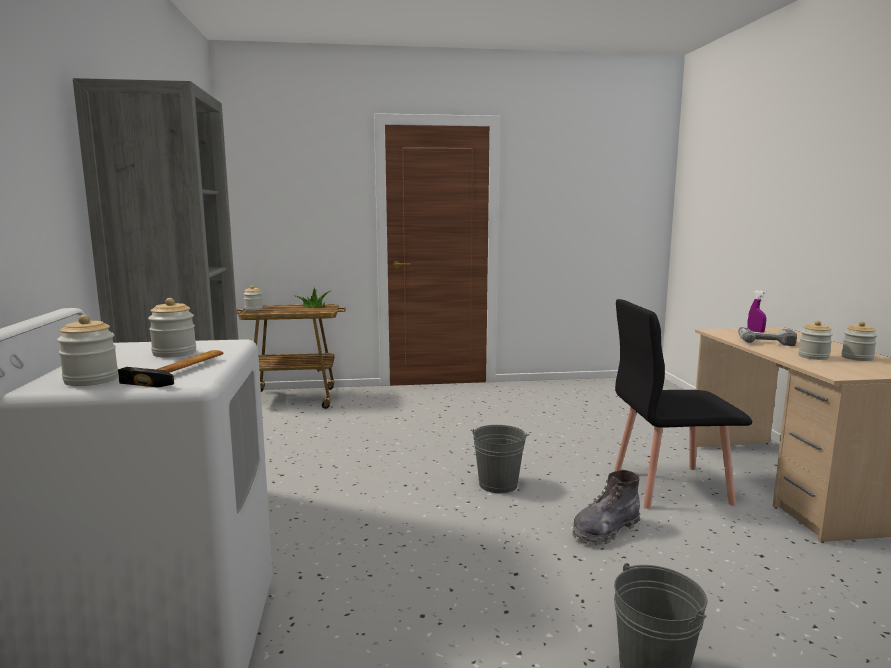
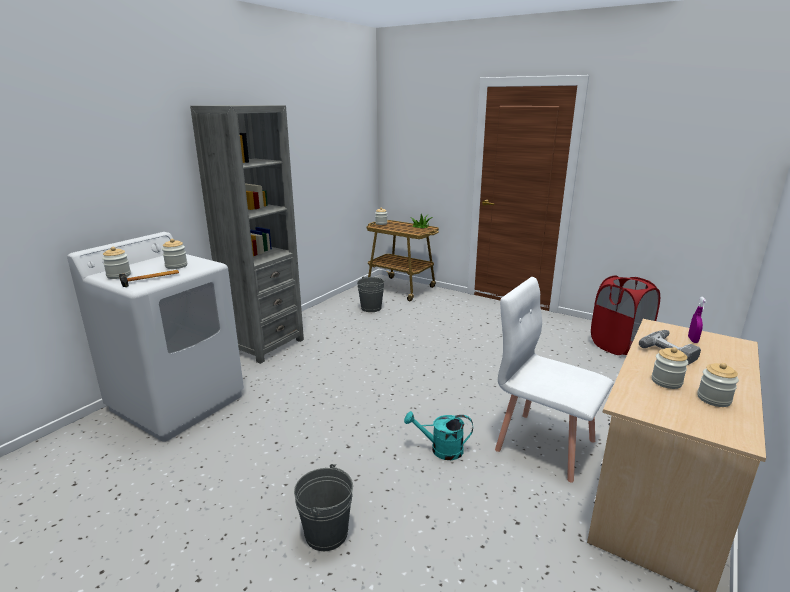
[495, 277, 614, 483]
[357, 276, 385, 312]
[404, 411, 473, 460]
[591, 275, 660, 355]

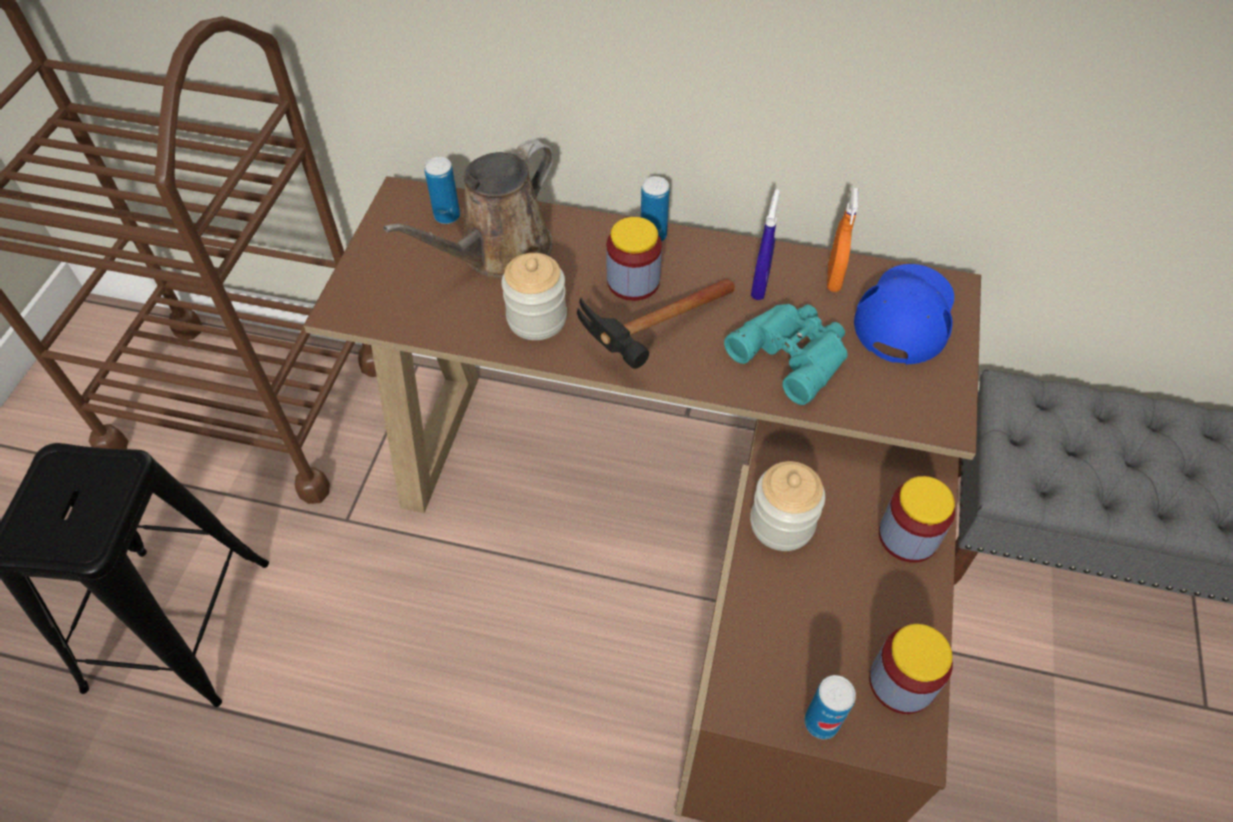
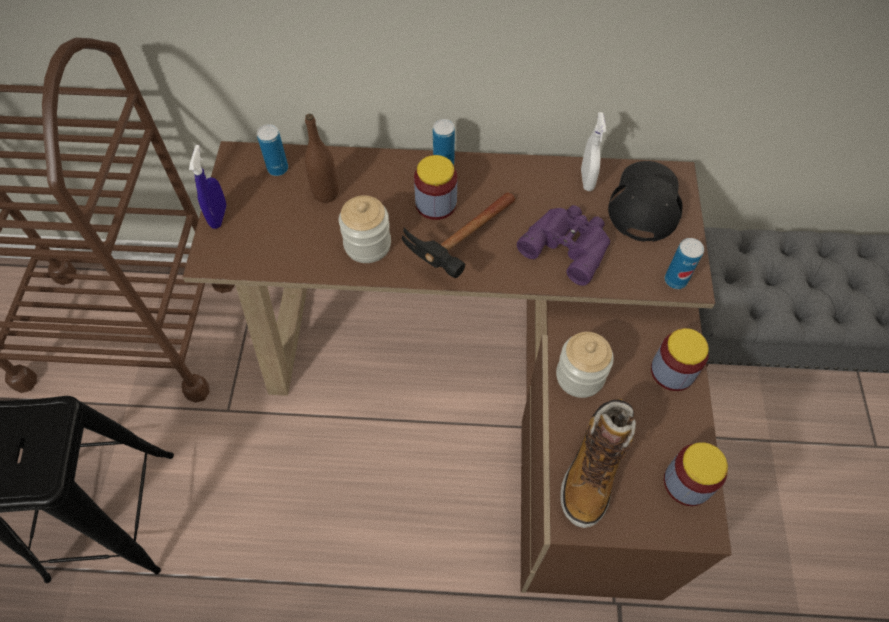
[304, 114, 338, 203]
[581, 112, 606, 191]
[189, 145, 226, 229]
[608, 161, 683, 242]
[517, 205, 610, 286]
[665, 238, 704, 289]
[560, 399, 636, 528]

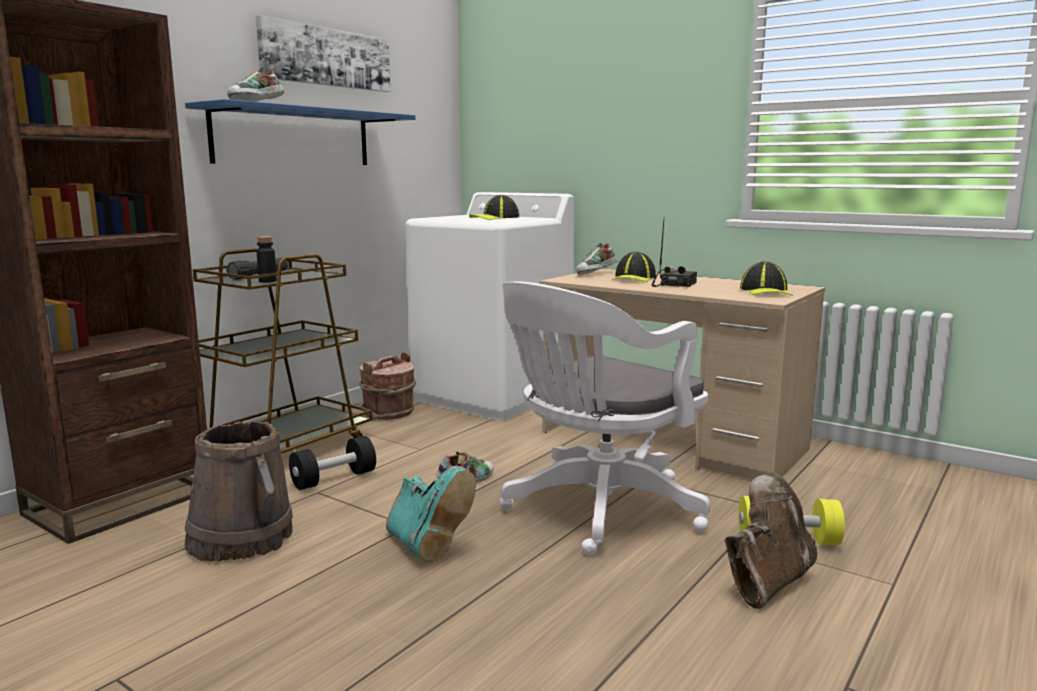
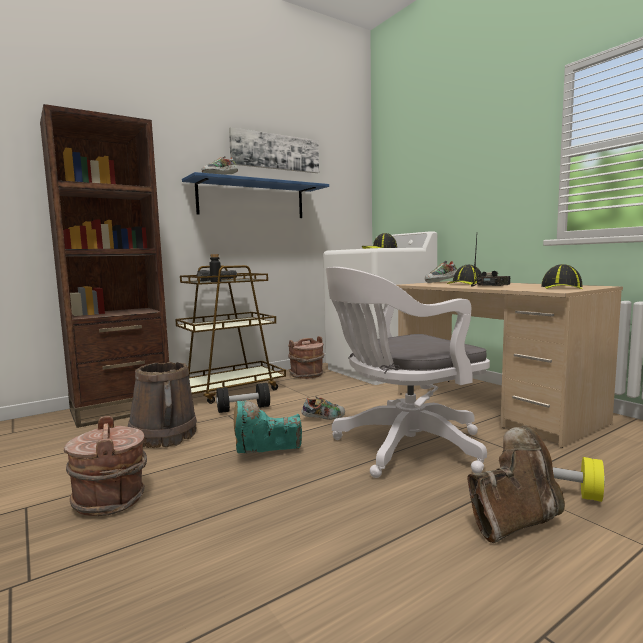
[234, 401, 302, 453]
[64, 416, 147, 516]

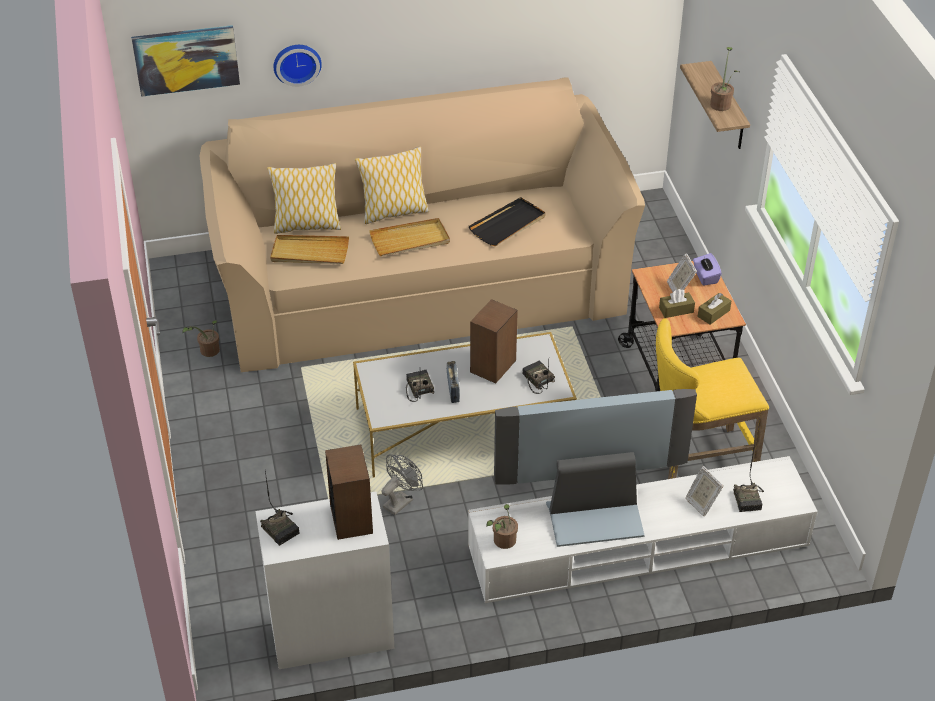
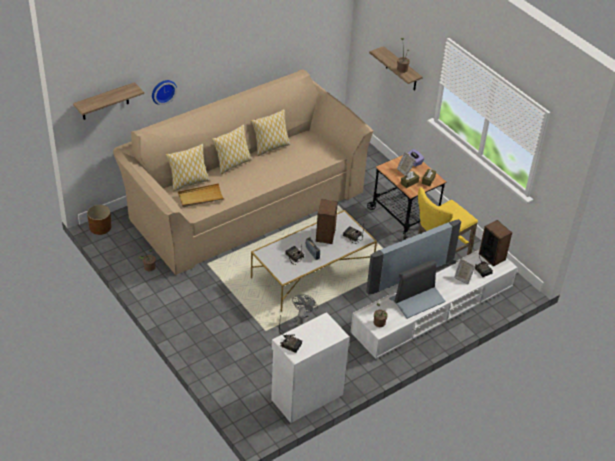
[73, 82, 144, 120]
[469, 197, 546, 246] (first image)
[369, 218, 450, 256] (first image)
[479, 220, 512, 267]
[251, 109, 290, 156]
[87, 205, 111, 235]

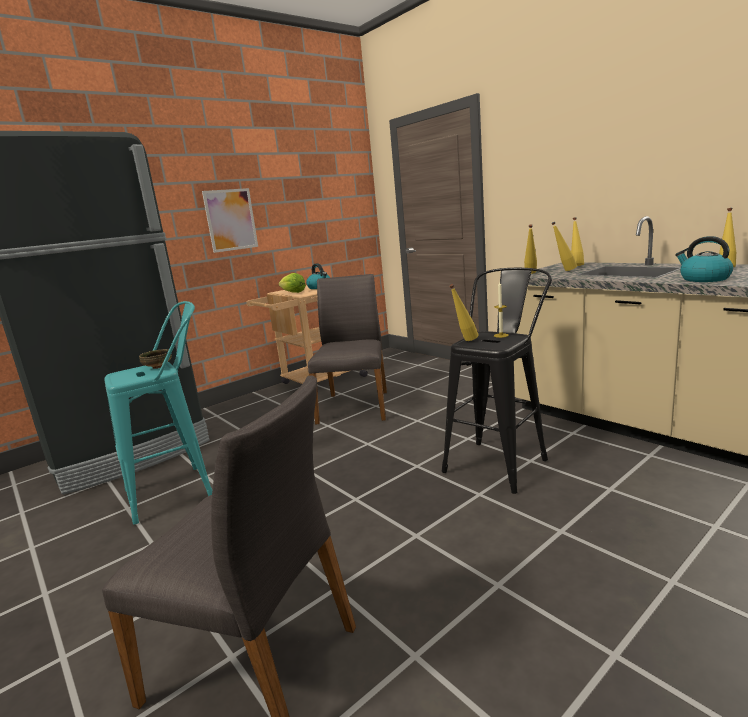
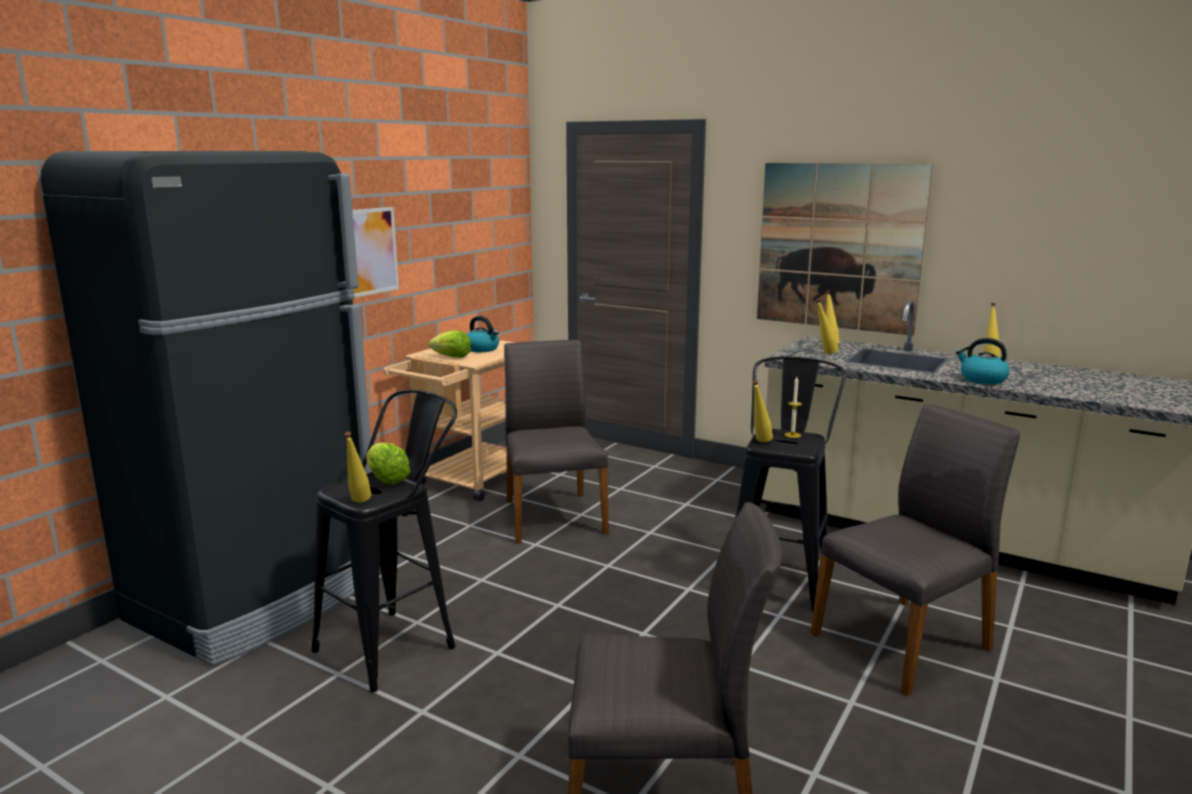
[345, 432, 371, 503]
[312, 390, 457, 692]
[366, 442, 410, 484]
[757, 163, 933, 336]
[810, 404, 1020, 696]

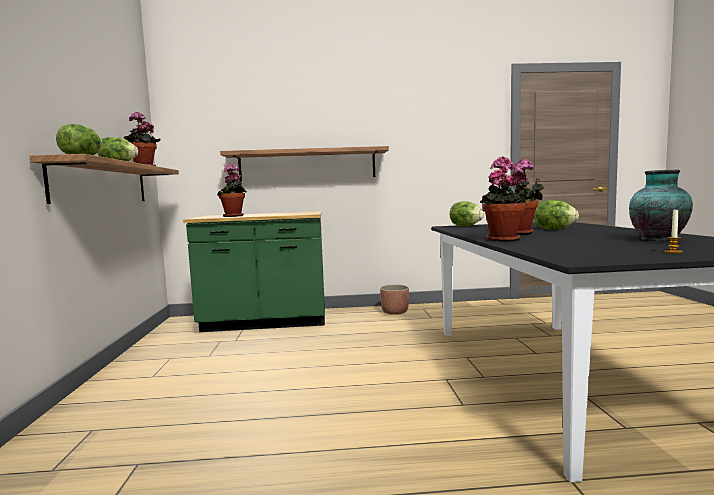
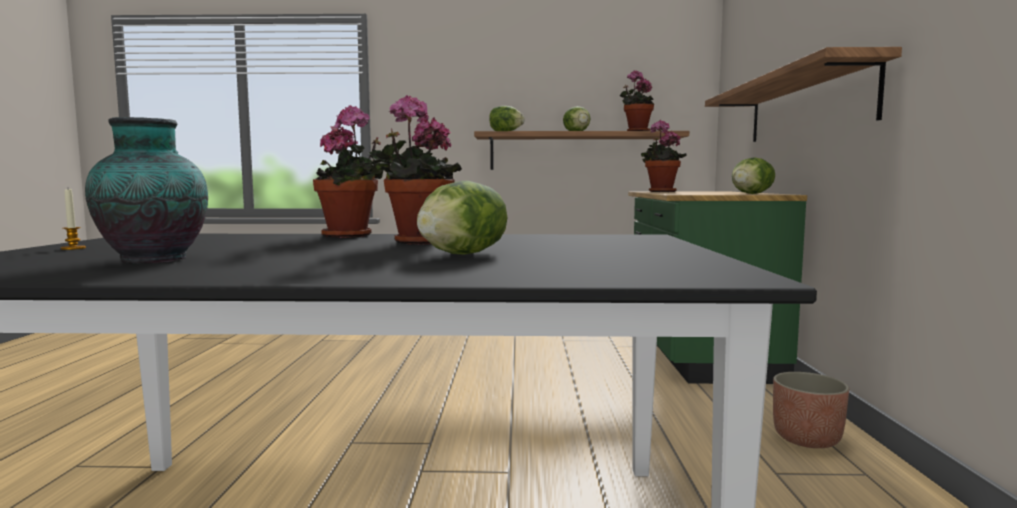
[732, 157, 775, 194]

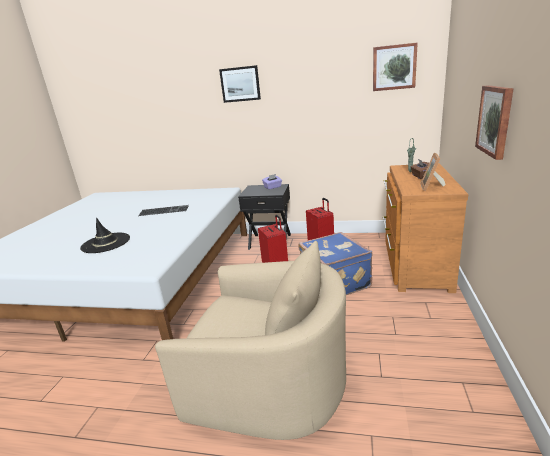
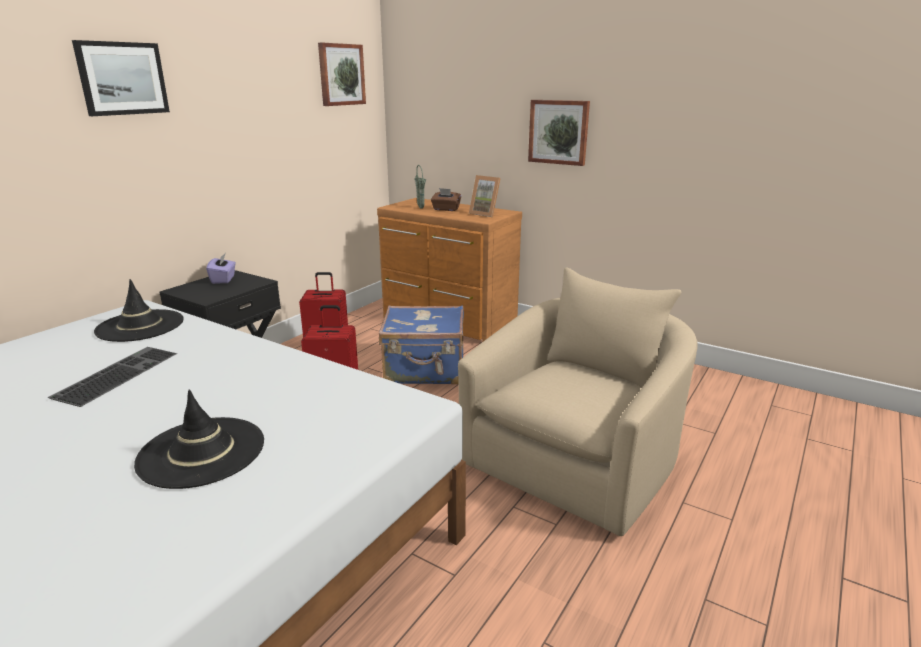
[94, 279, 184, 342]

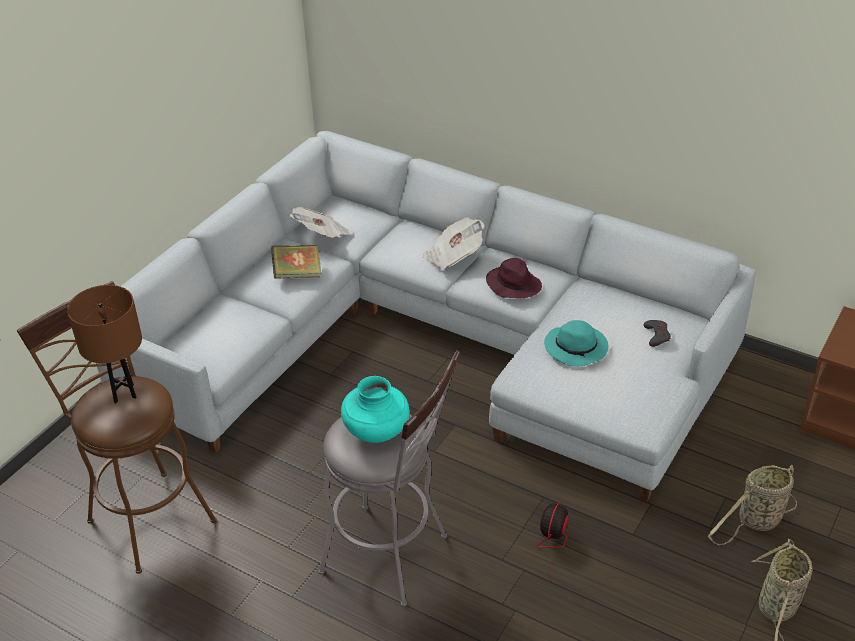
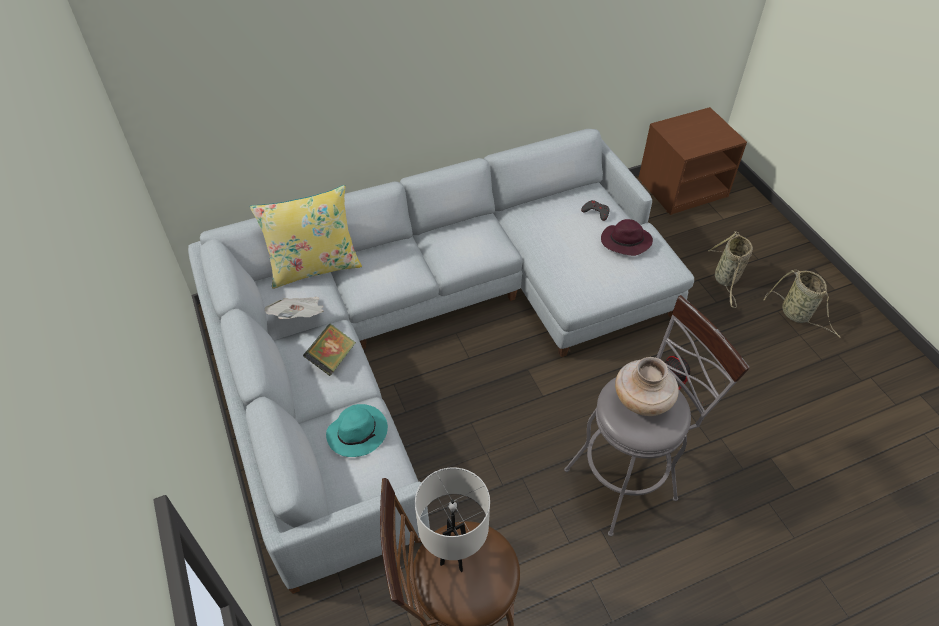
[423, 217, 485, 270] (first image)
[601, 219, 653, 256]
[415, 467, 490, 572]
[326, 404, 388, 457]
[615, 357, 679, 416]
[250, 185, 362, 289]

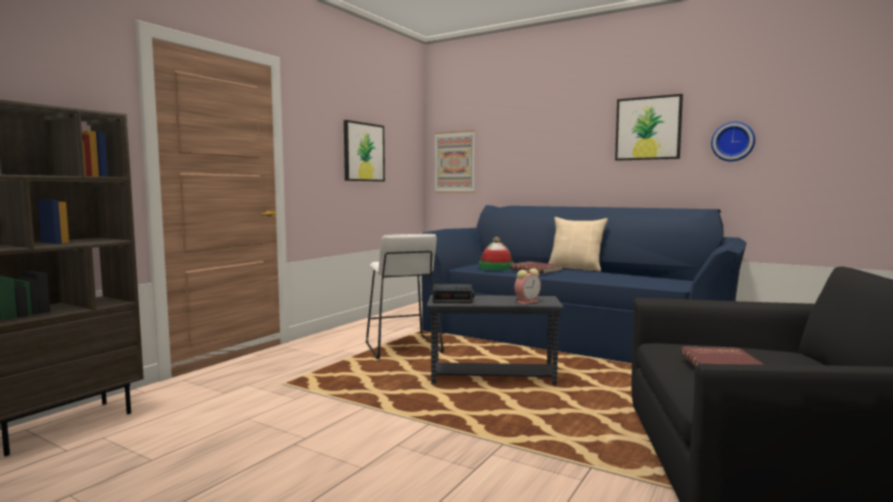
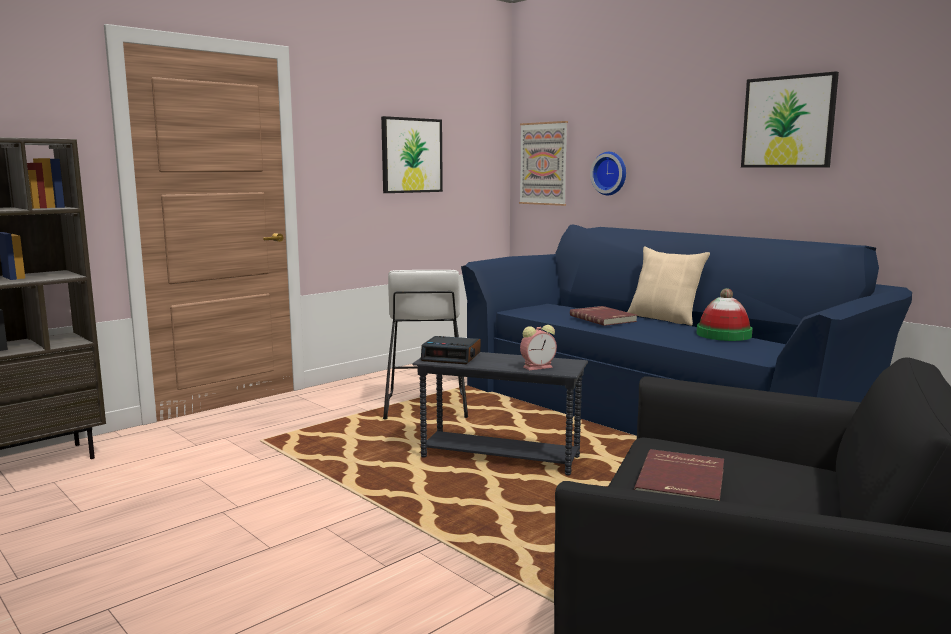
[590, 152, 626, 195]
[697, 288, 753, 341]

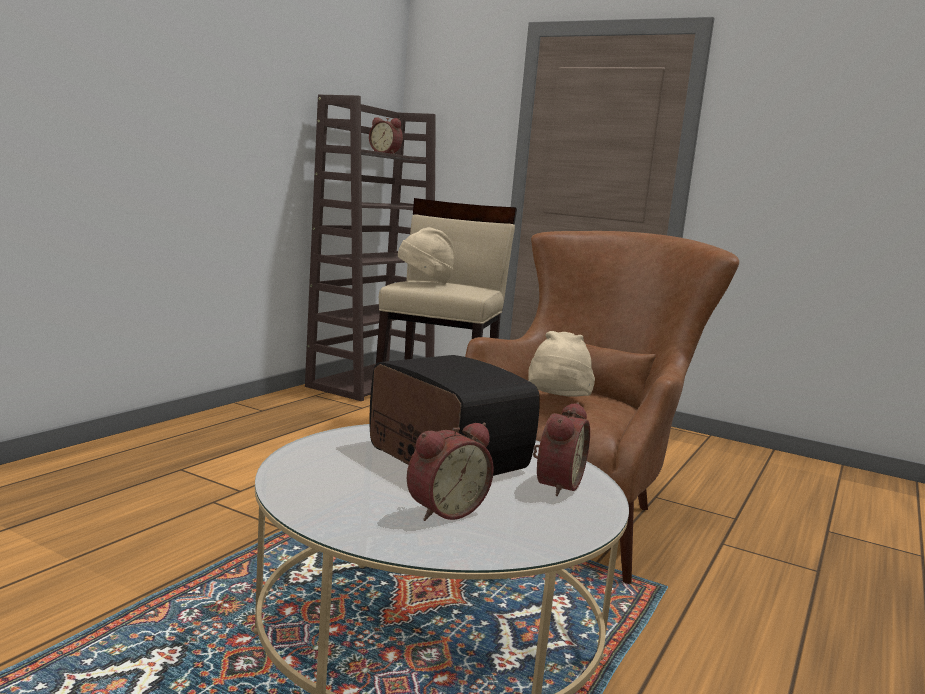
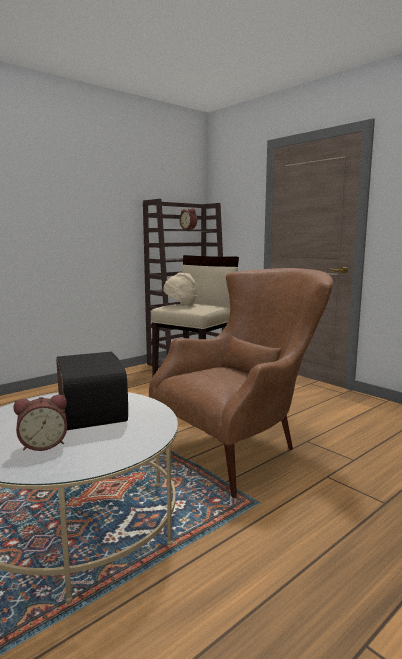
[528, 331, 595, 397] (first image)
[533, 402, 590, 496] (first image)

